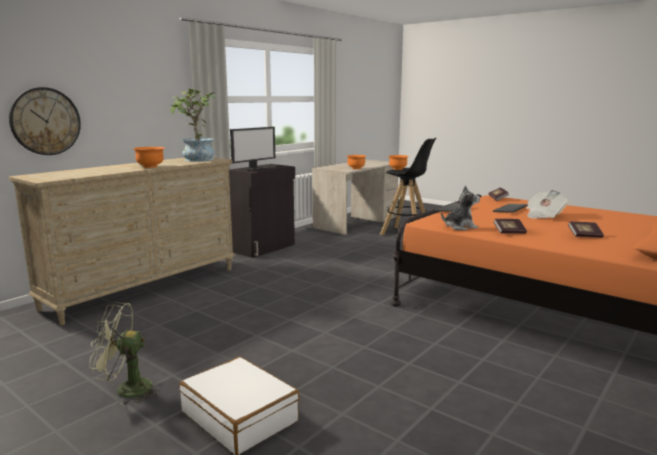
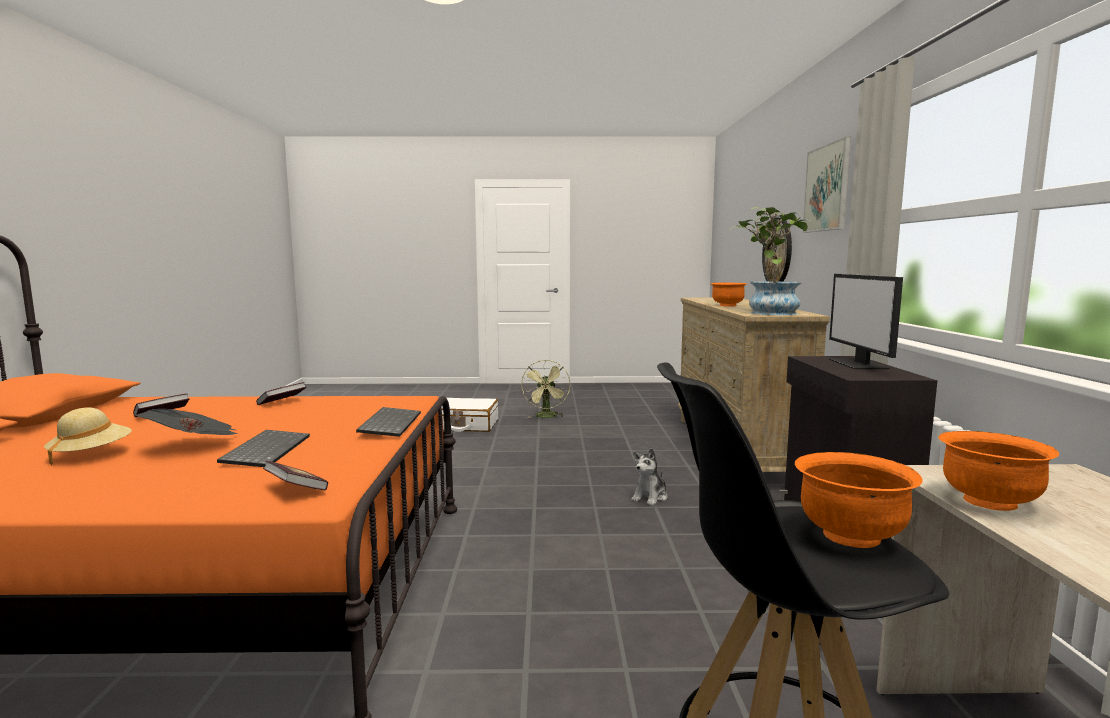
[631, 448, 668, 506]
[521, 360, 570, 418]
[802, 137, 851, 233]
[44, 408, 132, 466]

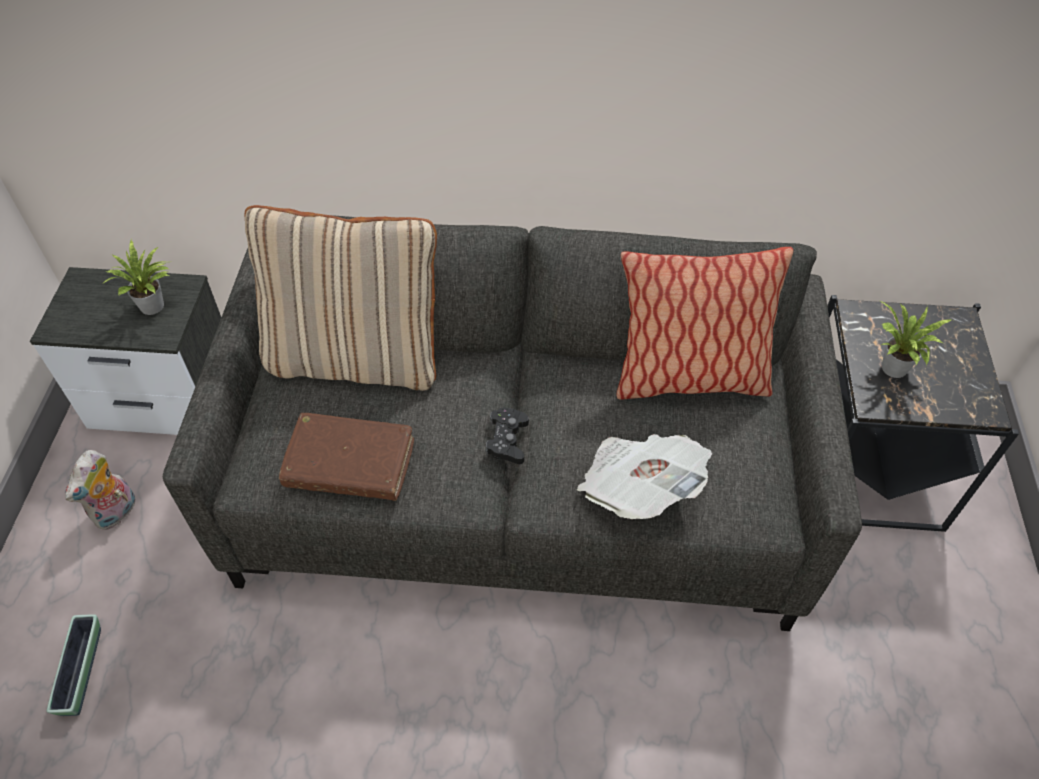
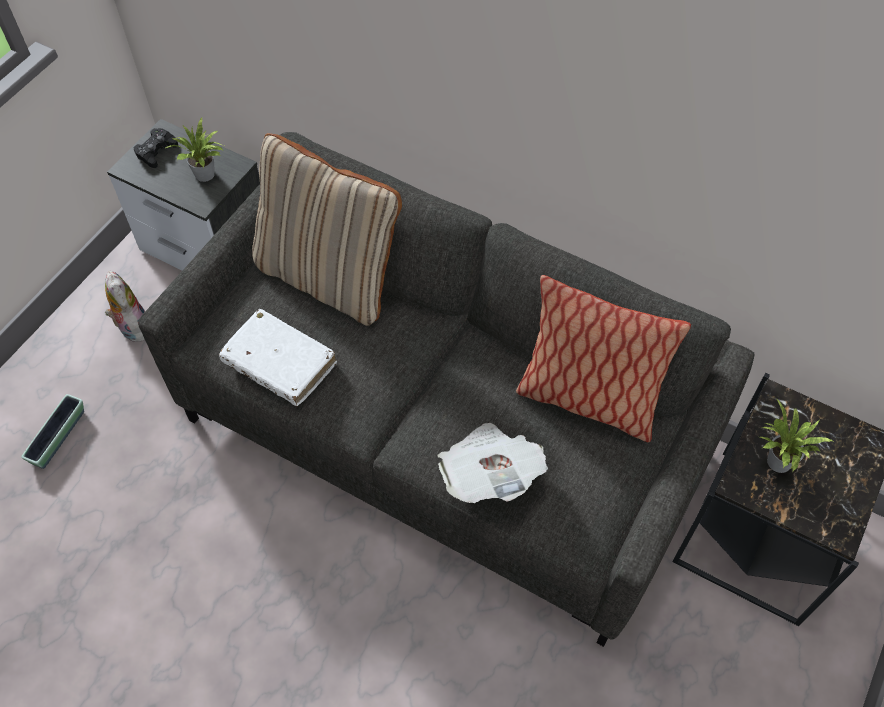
[133, 128, 178, 168]
[219, 309, 337, 406]
[105, 271, 145, 342]

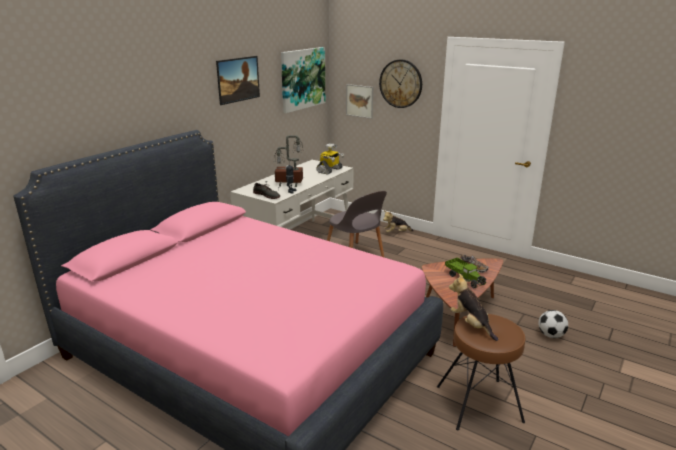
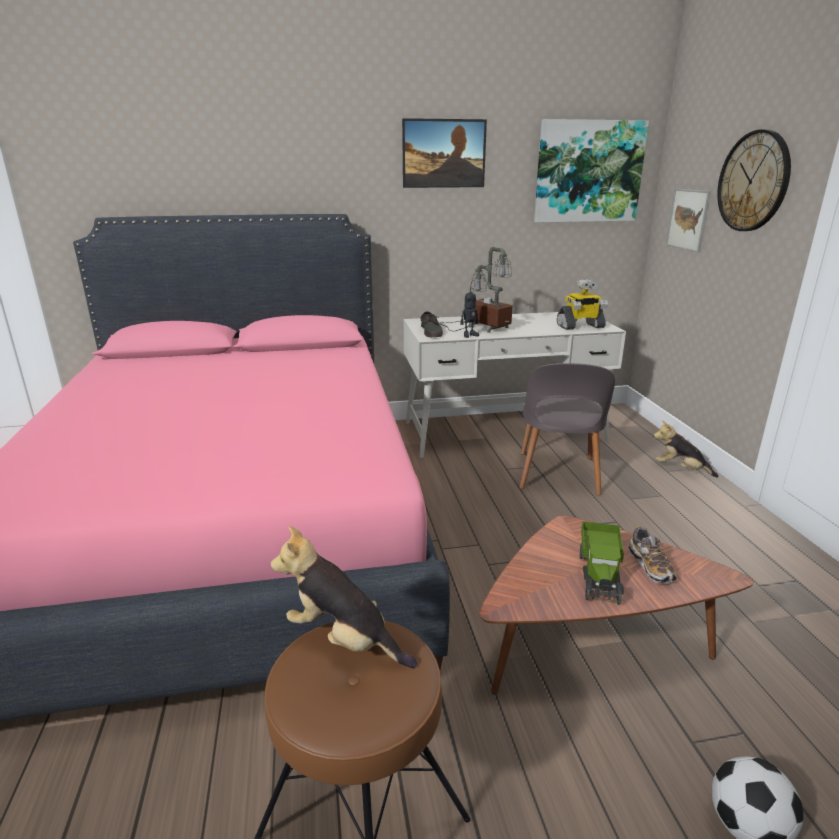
[271, 526, 417, 668]

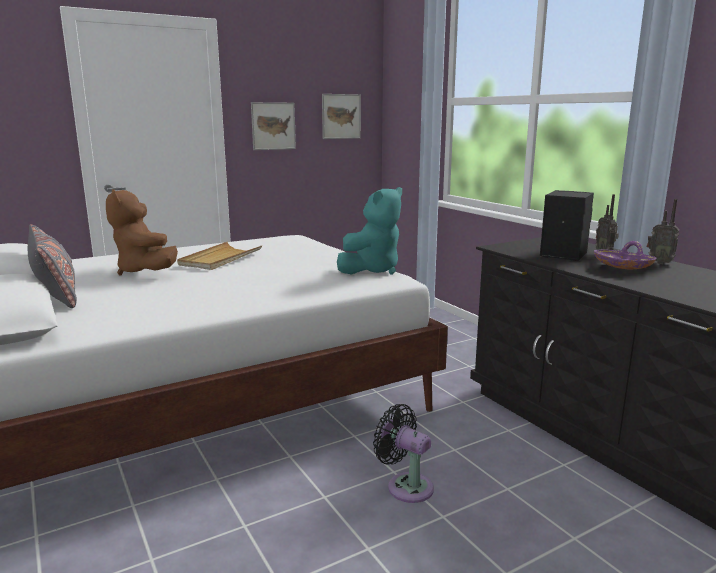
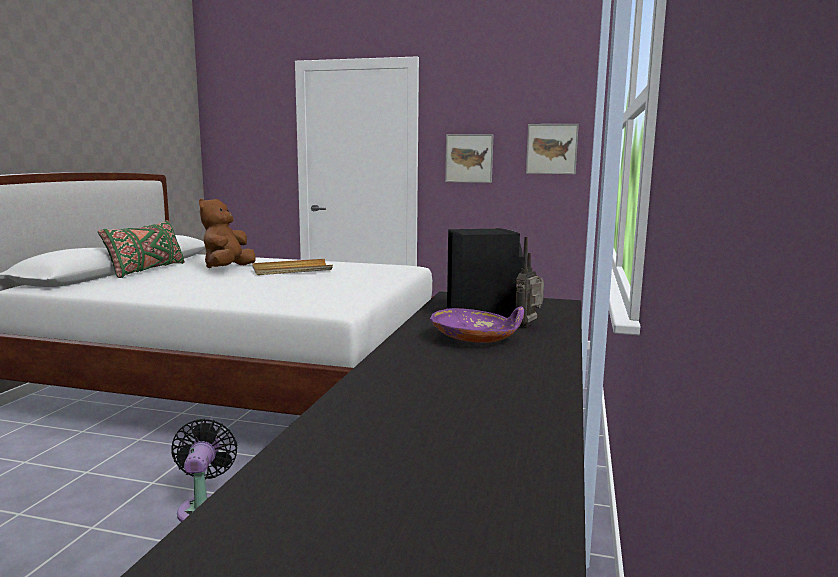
[337, 187, 402, 274] (first image)
[647, 199, 679, 264] (first image)
[98, 220, 185, 278]

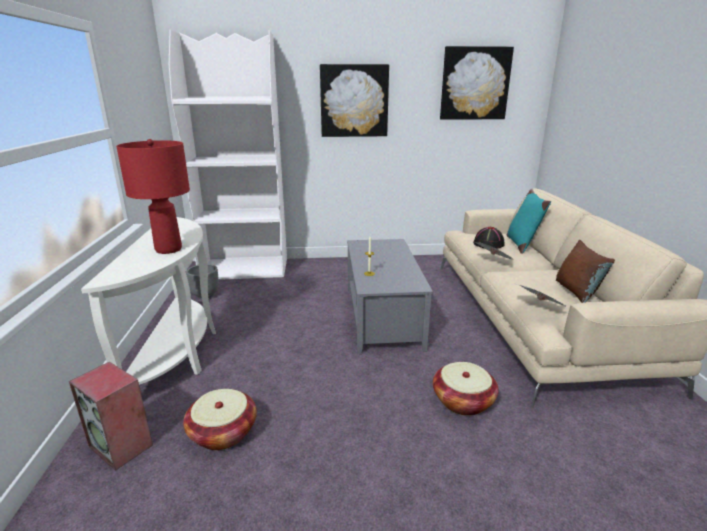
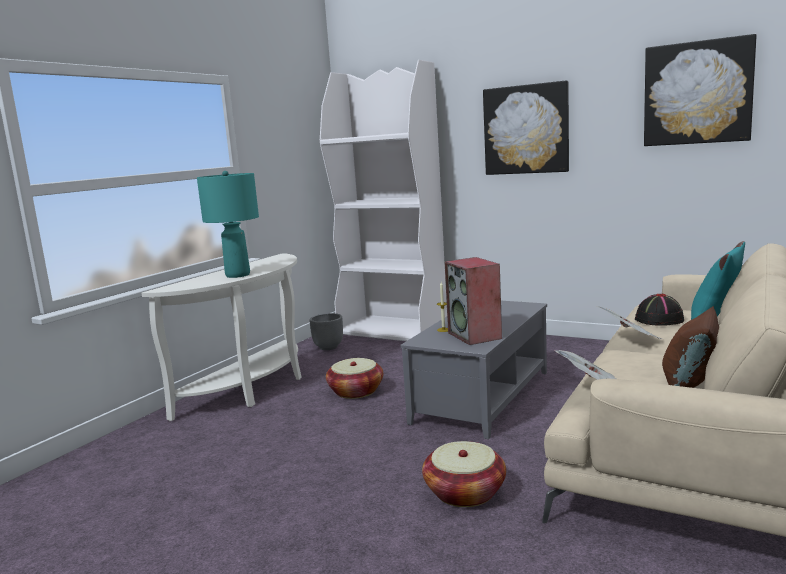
[197, 171, 259, 278]
[445, 257, 502, 345]
[326, 358, 383, 399]

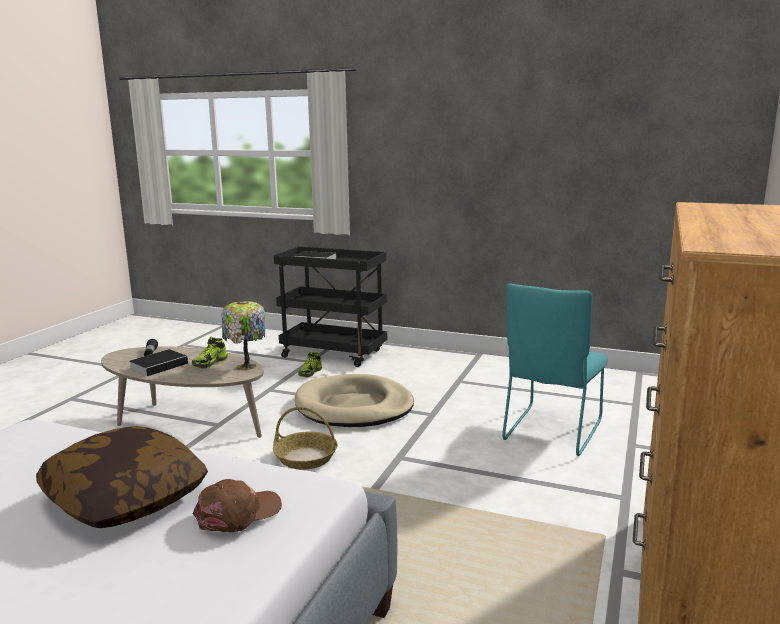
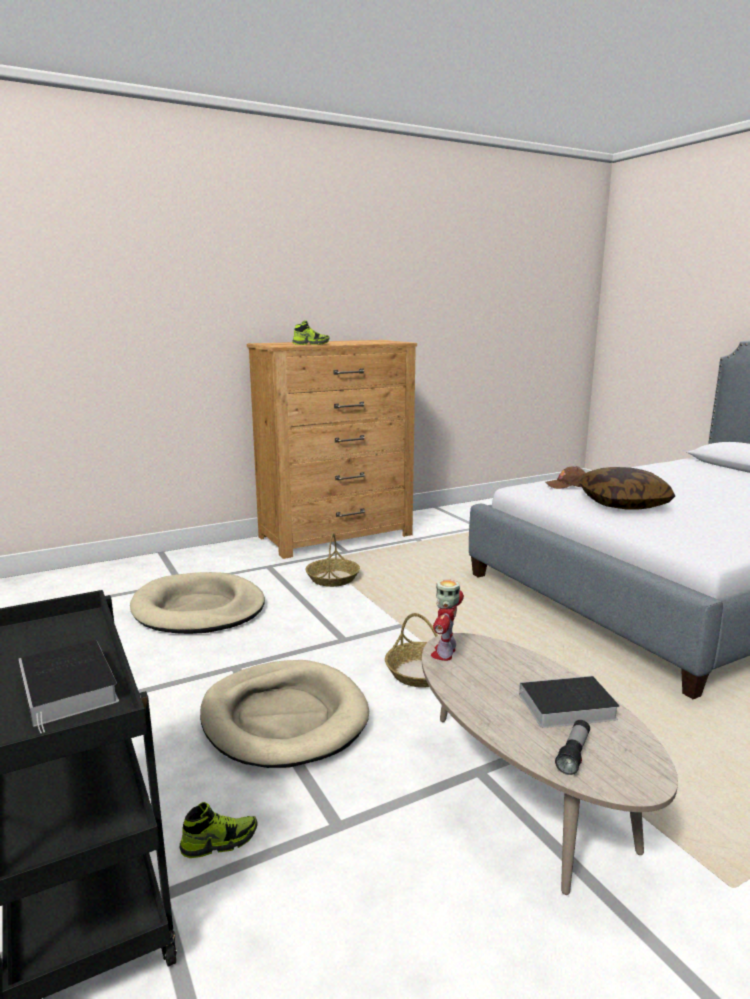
[130, 572, 265, 634]
[431, 580, 464, 661]
[292, 320, 329, 345]
[305, 533, 360, 587]

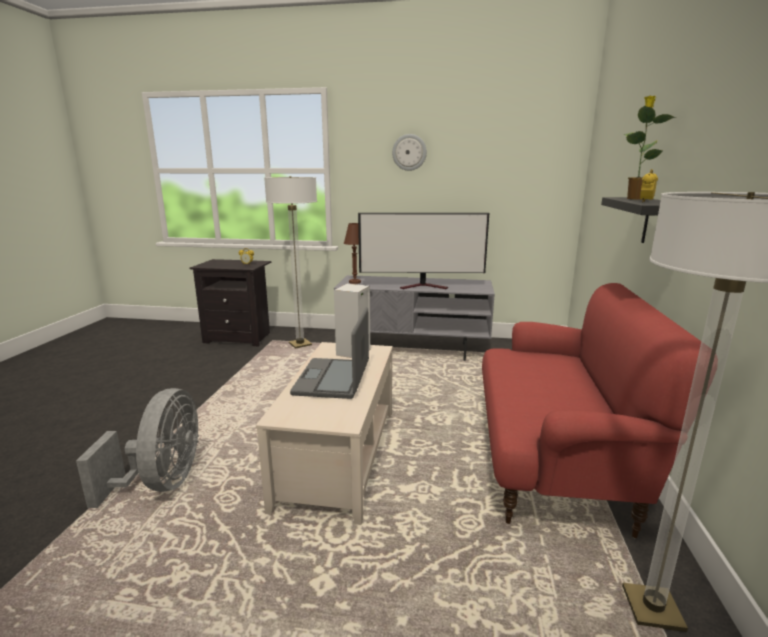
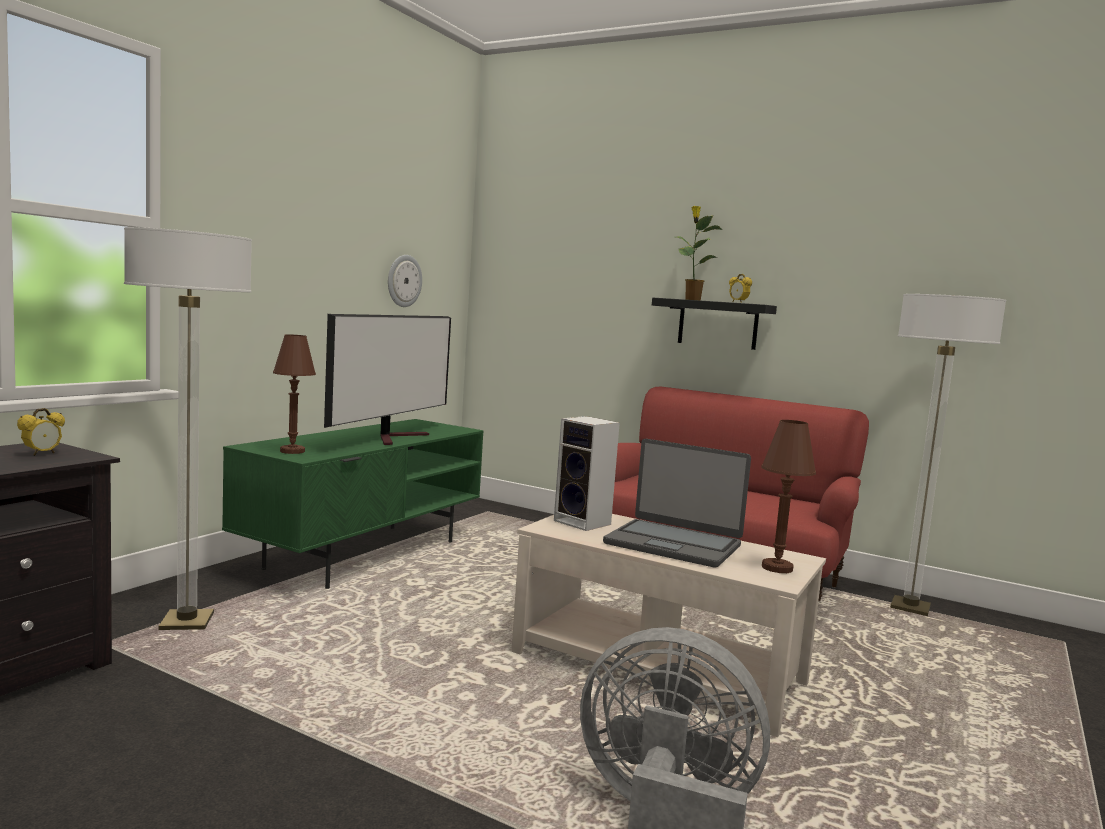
[388, 255, 422, 307]
[222, 419, 484, 589]
[761, 420, 816, 573]

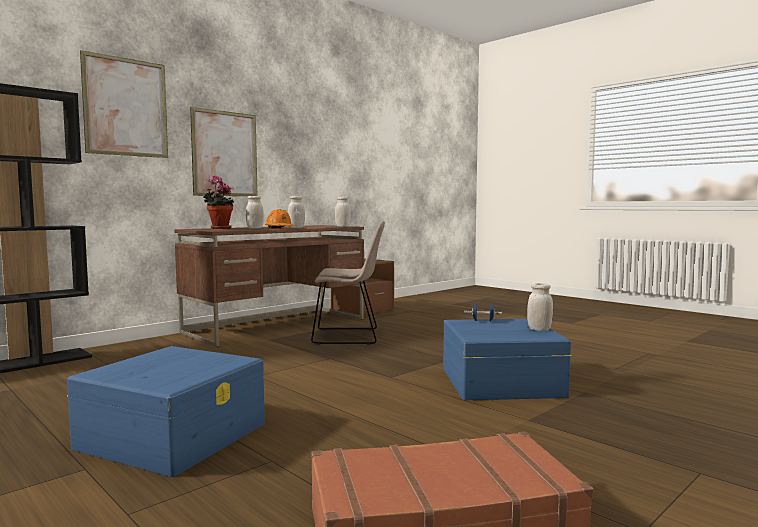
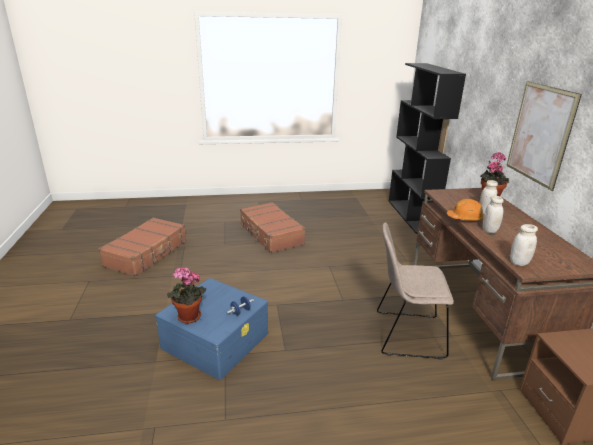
[80, 50, 168, 158] (first image)
[377, 222, 454, 360]
[167, 267, 206, 323]
[240, 202, 305, 253]

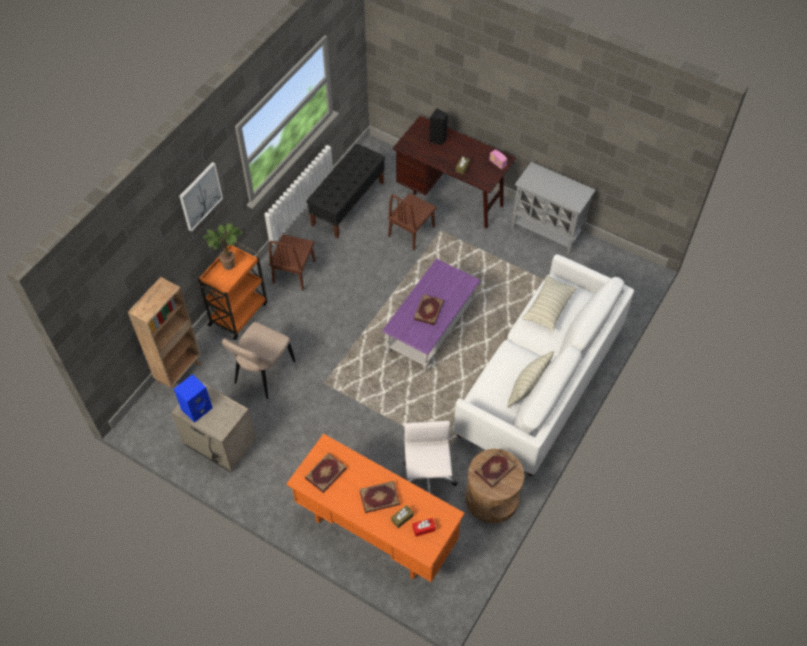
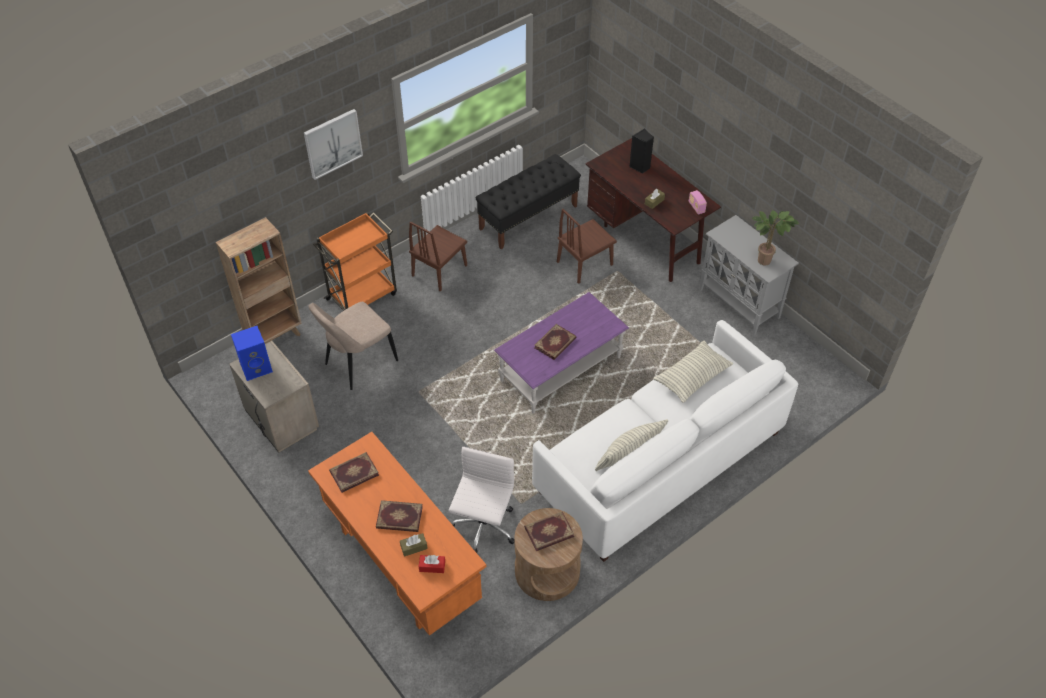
[752, 210, 799, 266]

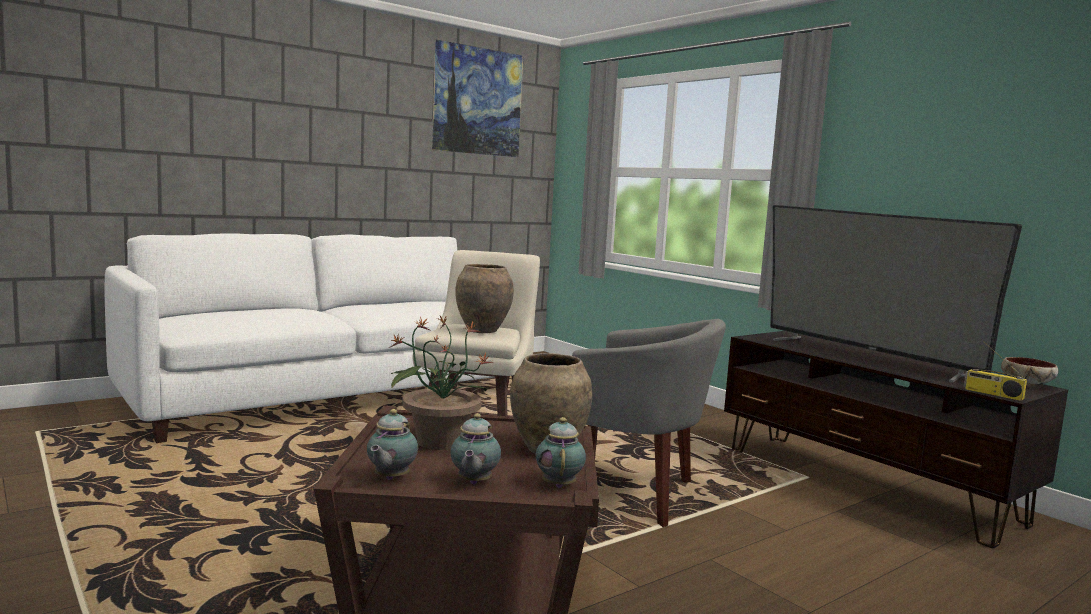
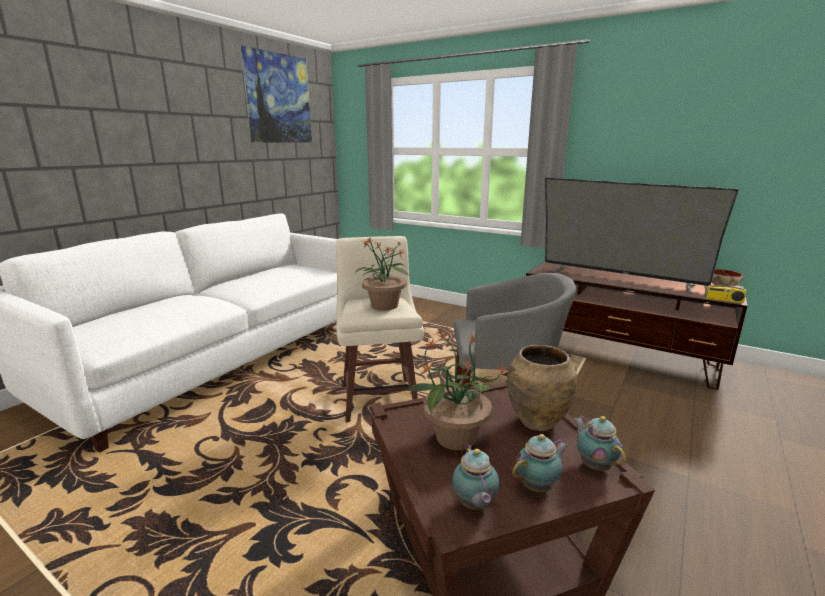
[355, 237, 409, 310]
[512, 434, 568, 492]

